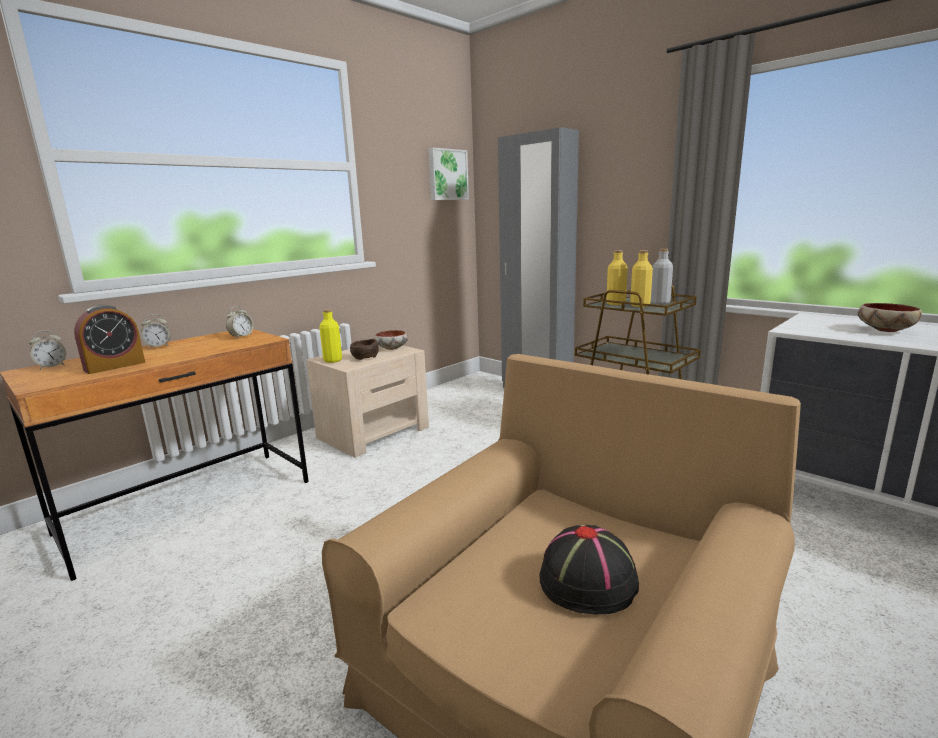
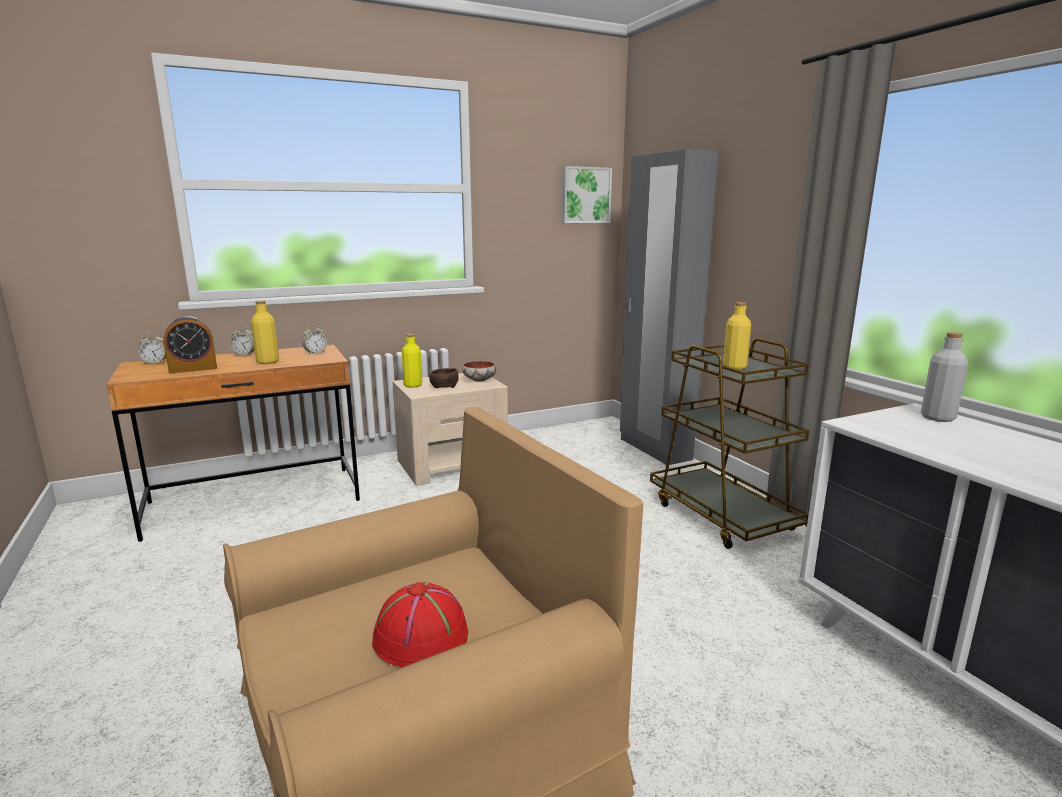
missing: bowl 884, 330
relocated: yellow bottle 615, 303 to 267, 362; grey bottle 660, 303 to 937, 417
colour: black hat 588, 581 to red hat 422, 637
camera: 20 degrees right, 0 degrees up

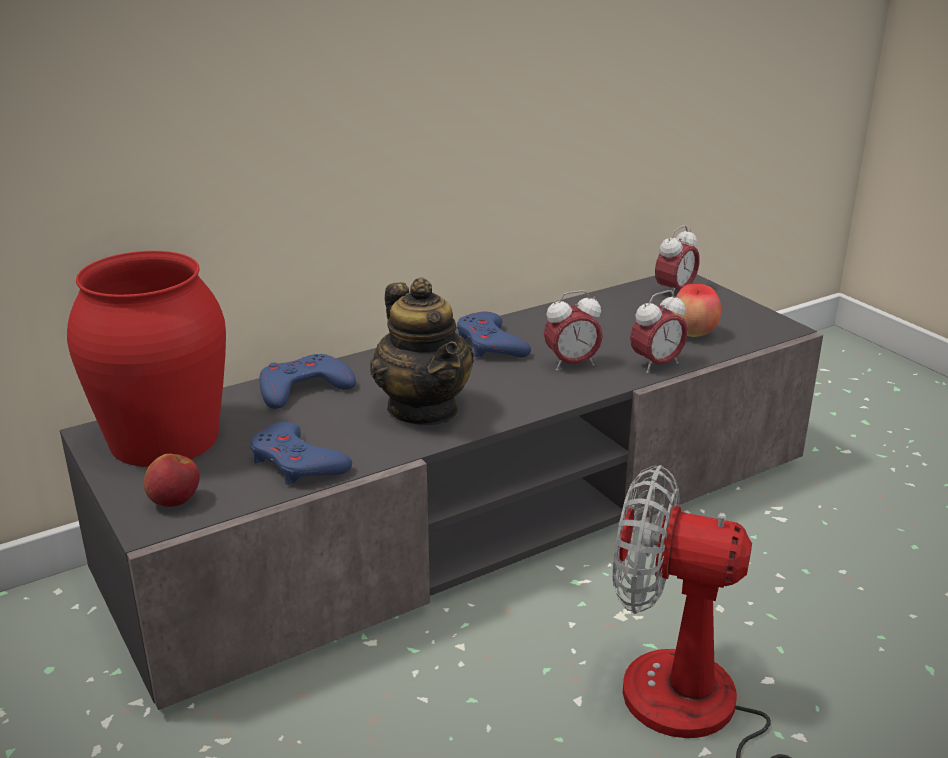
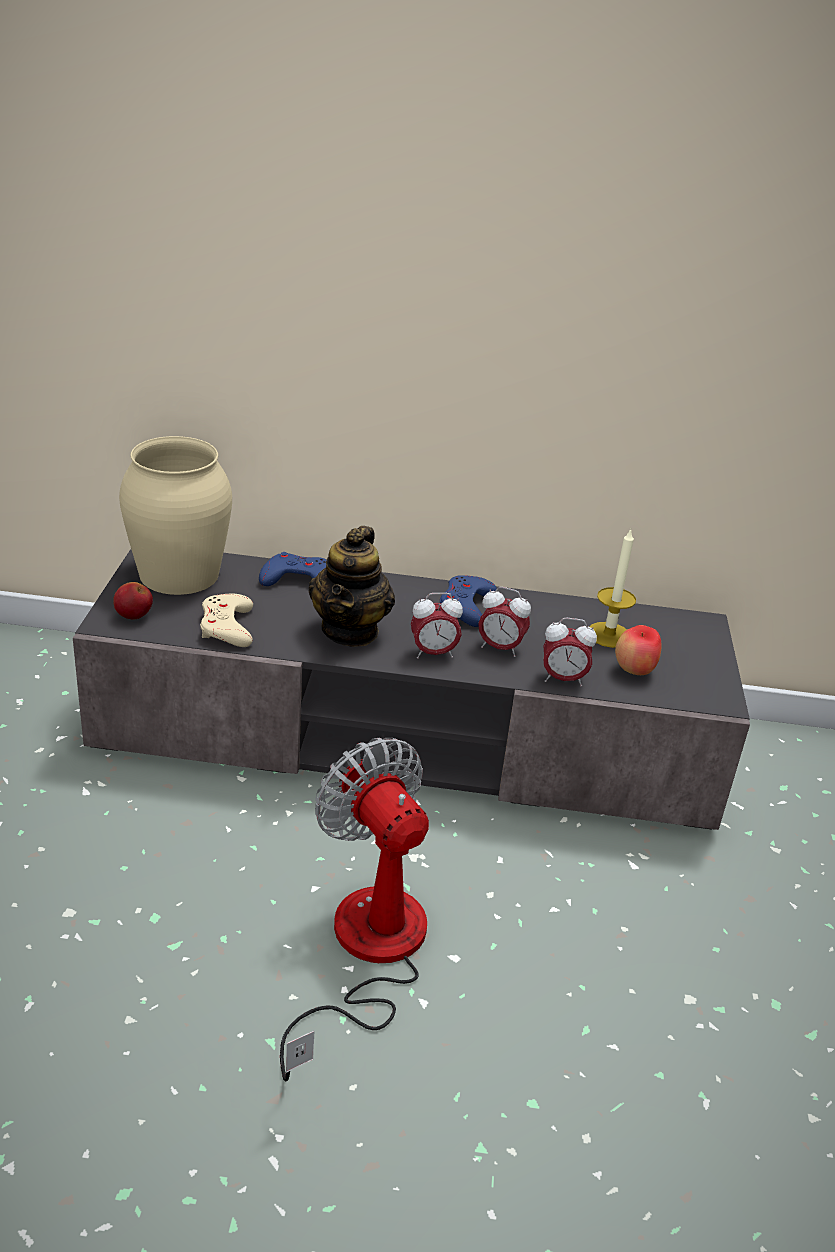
appeared: candle 609, 635
relocated: alarm clock 674, 292 to 433, 653
colour: red vase 164, 437 to beige vase 180, 573; blue game controller 297, 463 to beige game controller 227, 627
camera: 35 degrees right, 5 degrees up

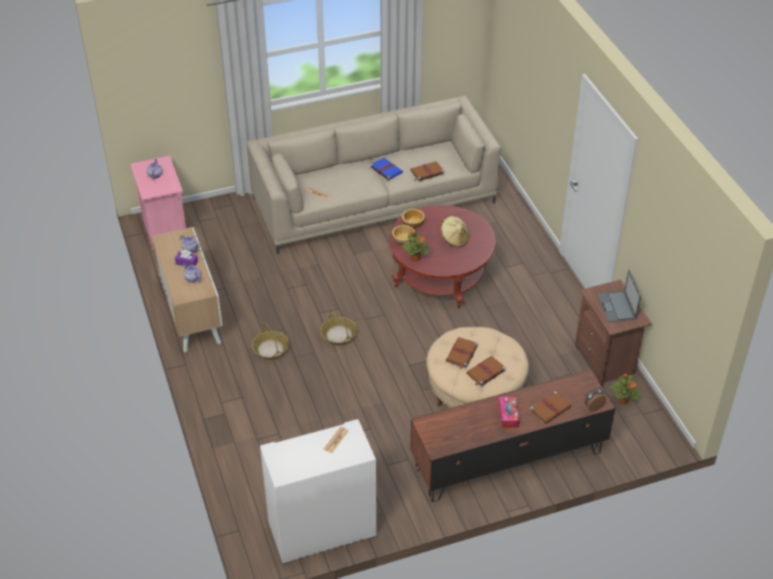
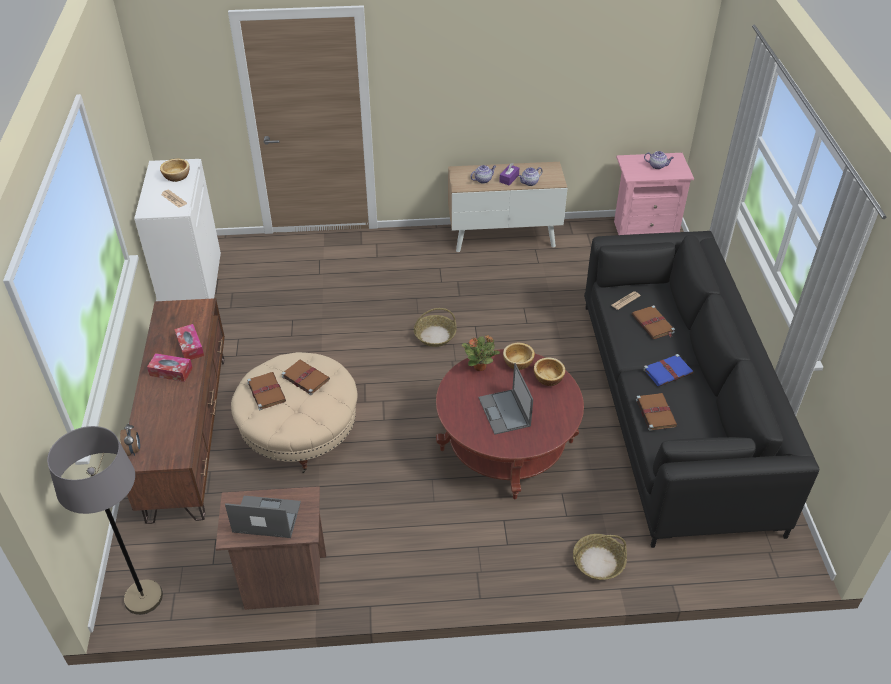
missing: potted plant 623, 400
appeared: grey floor lamp 143, 597; bowl 177, 176; tissue box 190, 346
relocated: basket 271, 349 to 598, 562; brown book 550, 408 to 653, 324
exchanged: beige hat 454, 239 to laptop 504, 412
colour: beige sofa 374, 201 to black sofa 674, 410
camera: 105 degrees right, 0 degrees up

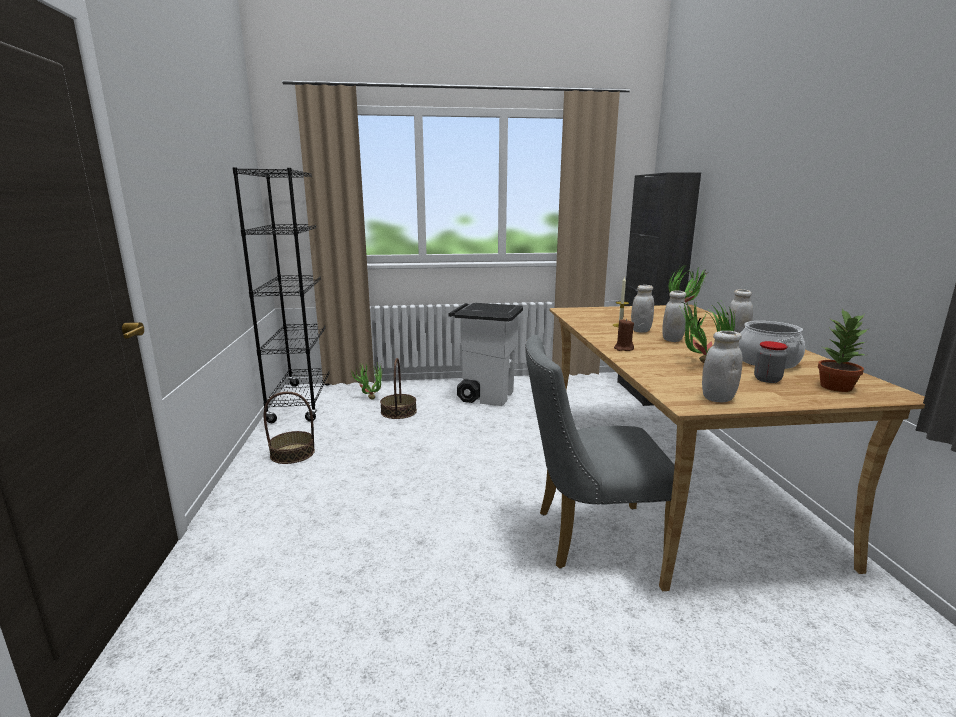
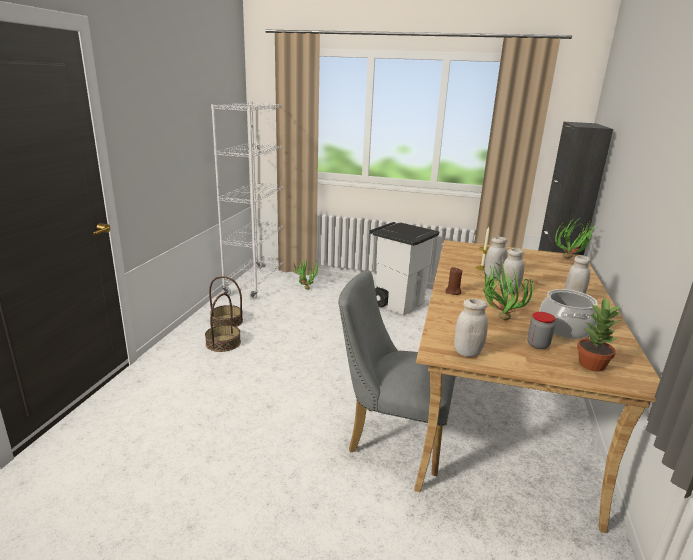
relocated: basket 399, 412 to 223, 343
colour: black bookcase 302, 402 to white bookcase 256, 282
camera: 20 degrees right, 5 degrees up

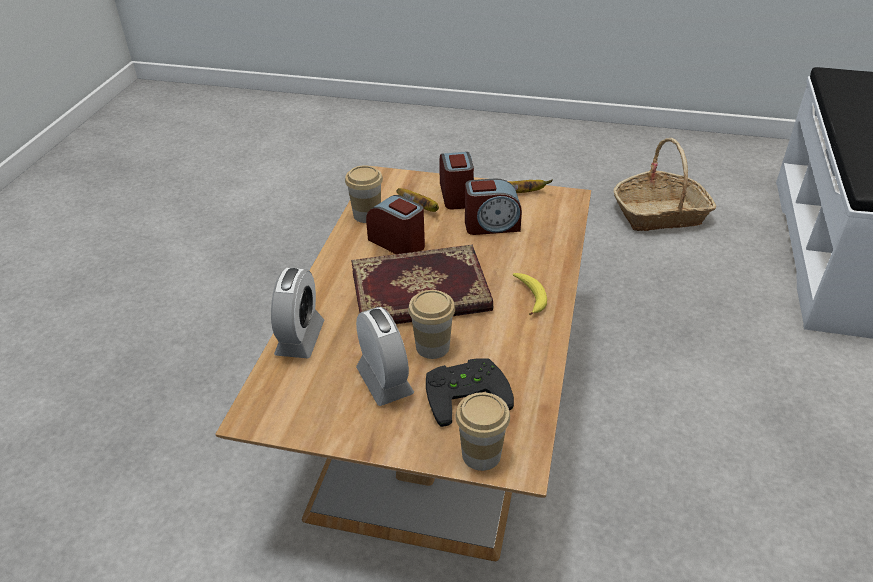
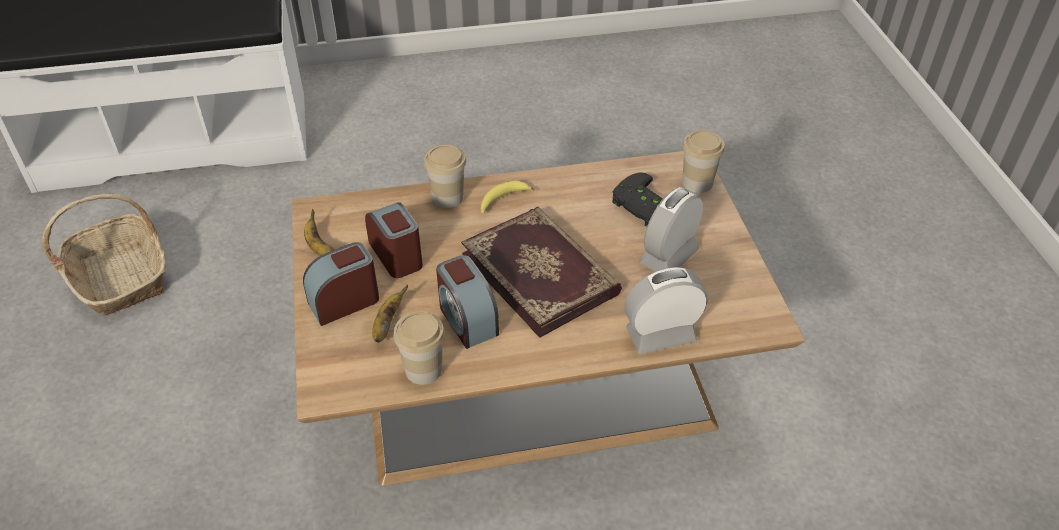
relocated: cup 432, 346 to 447, 198
spun: alarm clock 397, 243 = 467, 320 45 degrees counterclockwise
camera: 115 degrees left, 5 degrees up

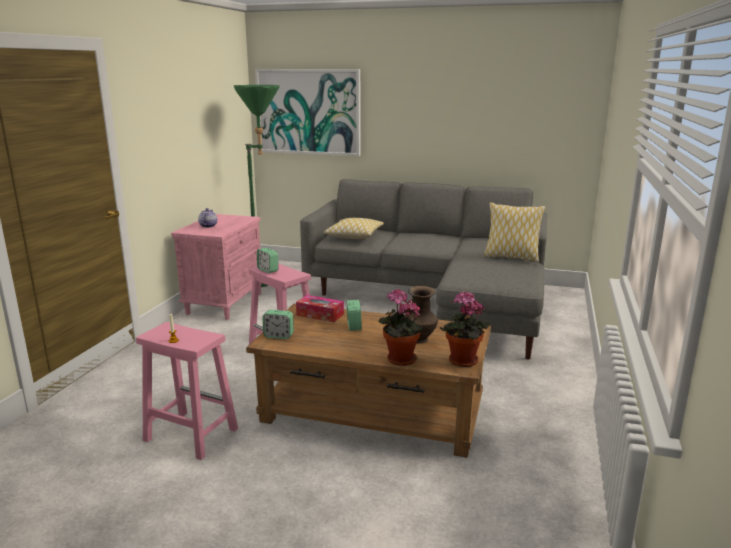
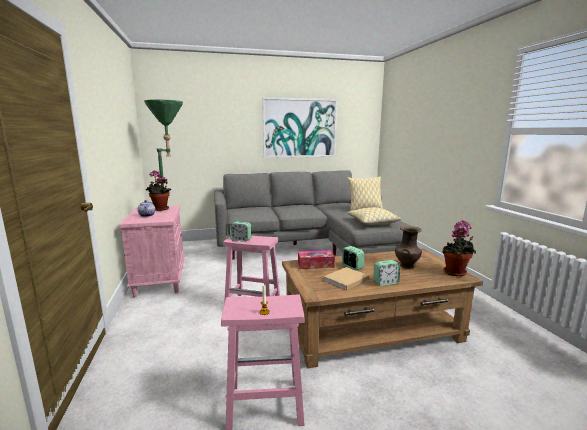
appeared: beige book 345, 280
relocated: picture 308, 112 to 299, 128; alarm clock 278, 336 to 385, 282; pillow 354, 235 to 372, 222; potted plant 399, 360 to 159, 209
camera: 30 degrees left, 5 degrees down

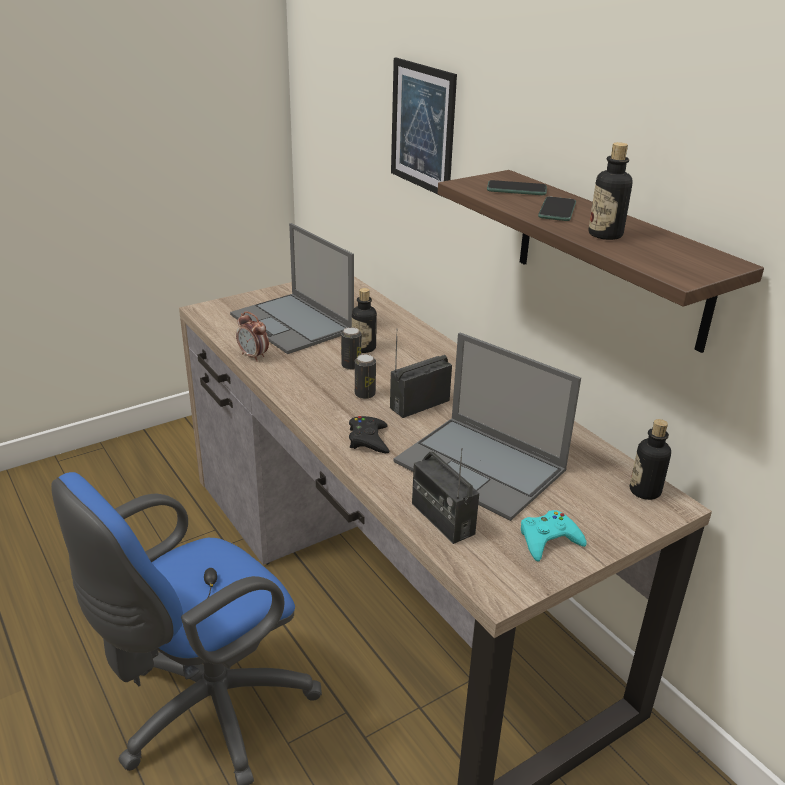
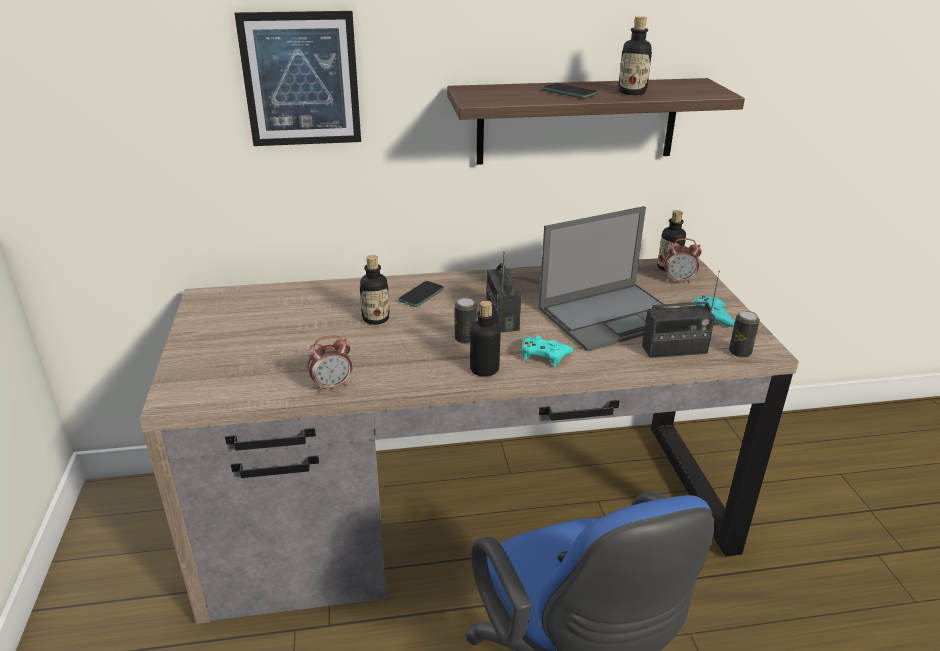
missing: laptop 293, 324
appeared: bottle 484, 369; alarm clock 678, 280
relocated: can 351, 365 to 740, 352; phone 516, 189 to 421, 295
colour: black game controller 368, 439 to turquoise game controller 544, 355
camera: 65 degrees left, 0 degrees up

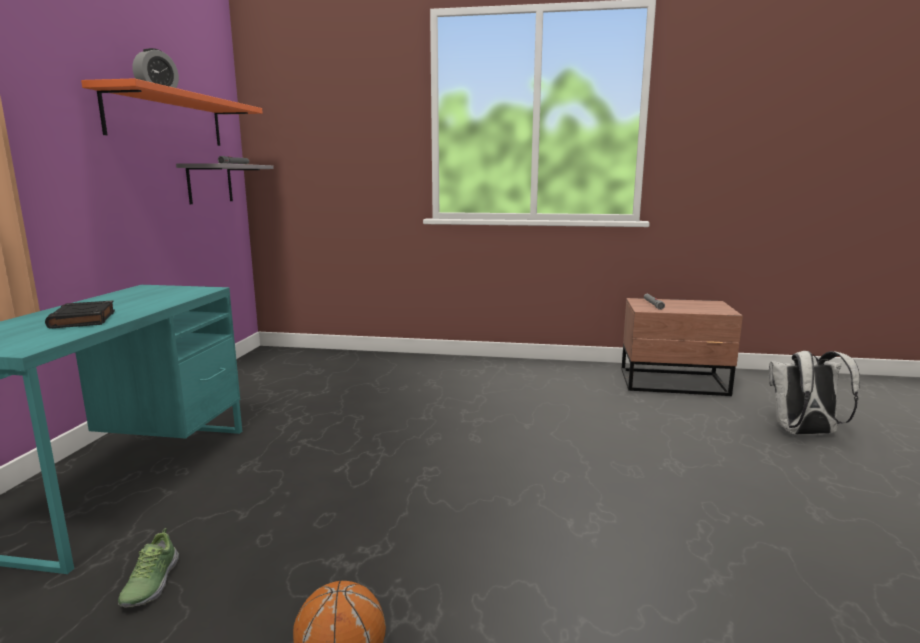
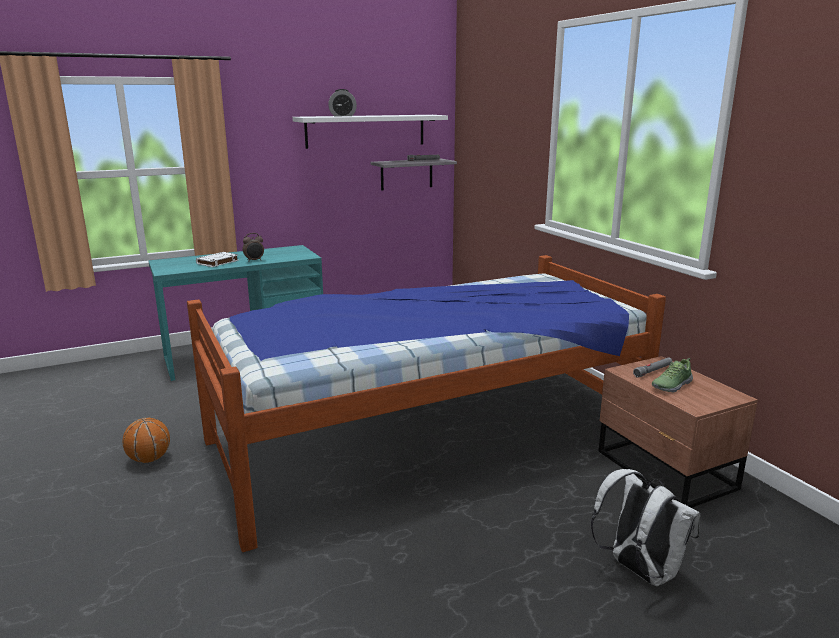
appeared: bed 426, 436; alarm clock 254, 260
relocated: shoe 150, 584 to 671, 385
colour: black book 83, 320 to white book 217, 262; orange shelf 167, 119 to white shelf 366, 131
camera: 55 degrees right, 5 degrees up

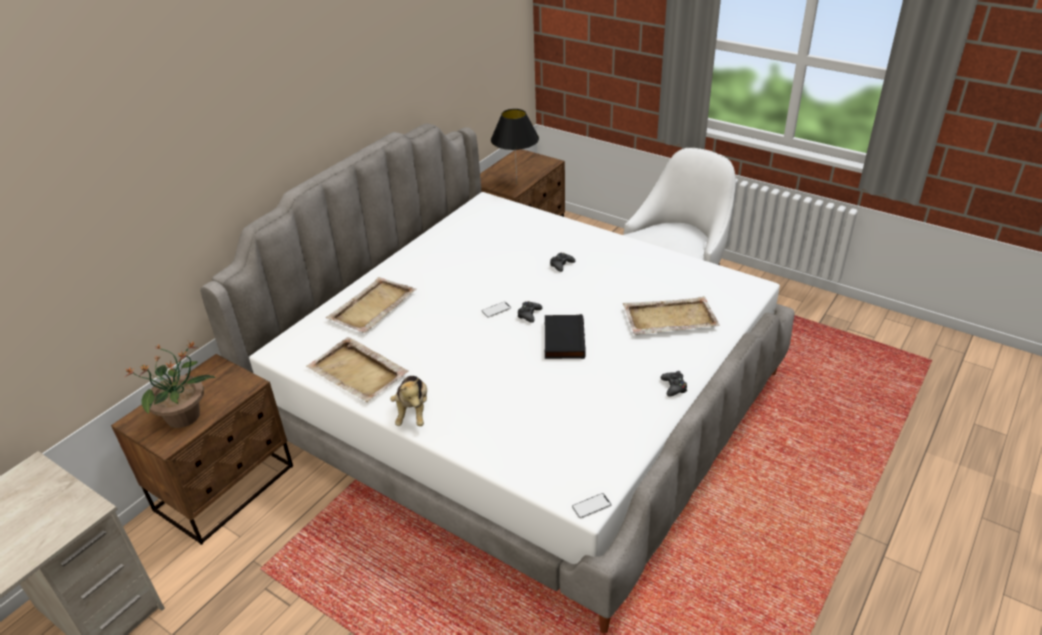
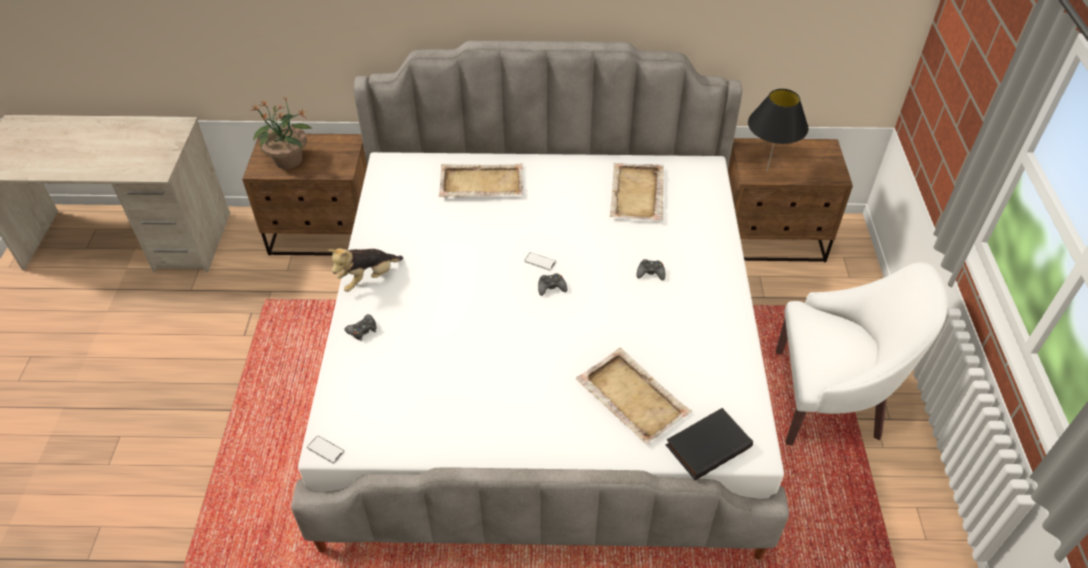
relocated: beige tray 358, 372 to 636, 194; black book 562, 339 to 707, 445; black game controller 674, 387 to 362, 330
camera: 55 degrees right, 10 degrees up

